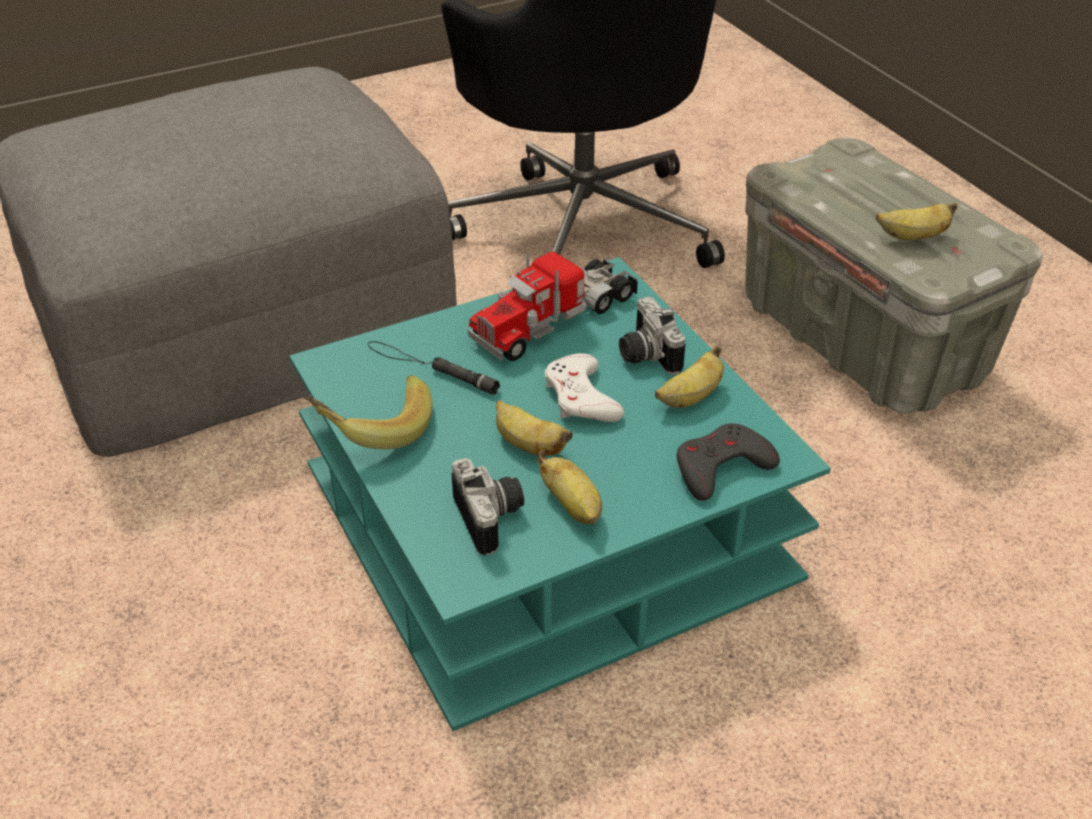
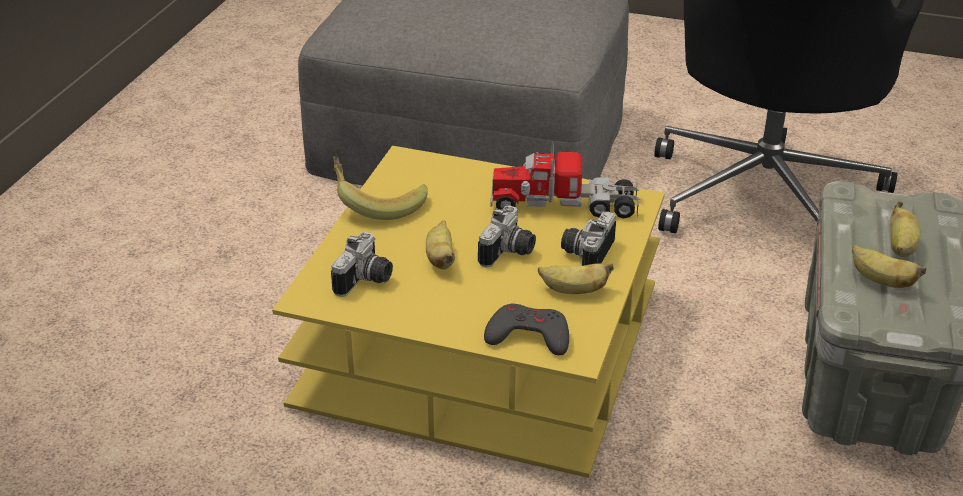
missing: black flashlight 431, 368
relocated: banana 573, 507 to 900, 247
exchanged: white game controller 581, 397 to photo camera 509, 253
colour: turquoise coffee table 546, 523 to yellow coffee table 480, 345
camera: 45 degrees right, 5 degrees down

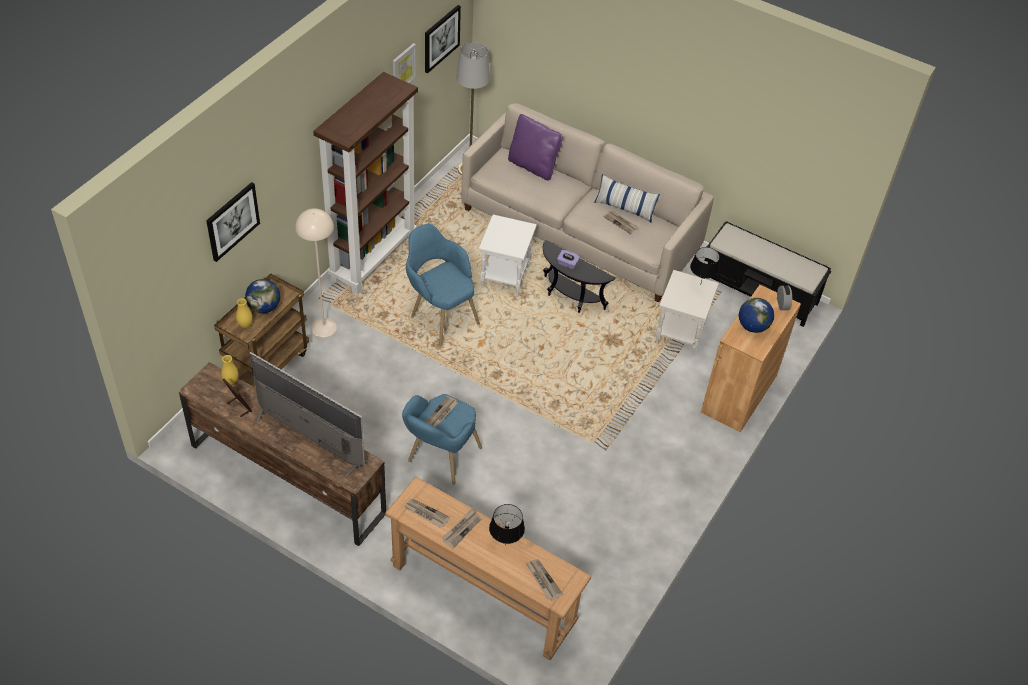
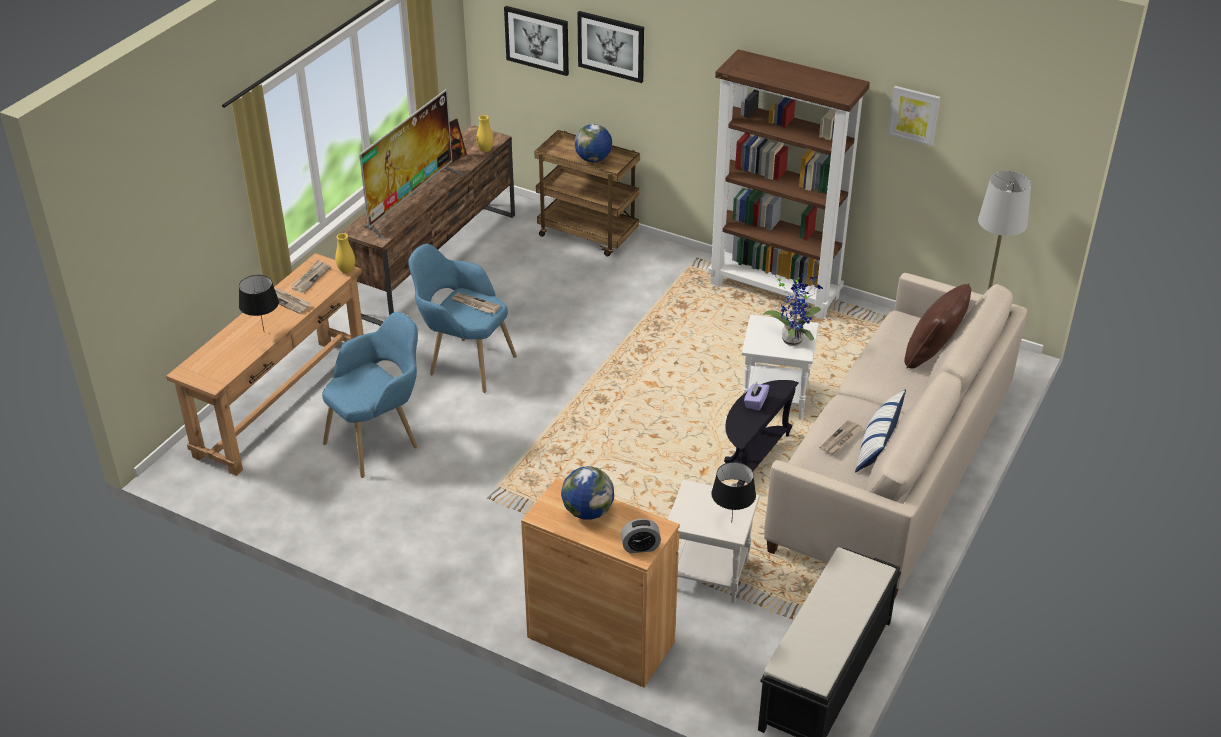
missing: beige floor lamp 323, 327; newspaper 543, 580
appeared: potted plant 793, 338
relocated: yellow vase 245, 325 to 346, 271; blue armchair 440, 315 to 380, 440; picture 441, 38 to 537, 40
colour: purple pillow 533, 166 to brown pillow 932, 354
camera: 90 degrees right, 10 degrees down

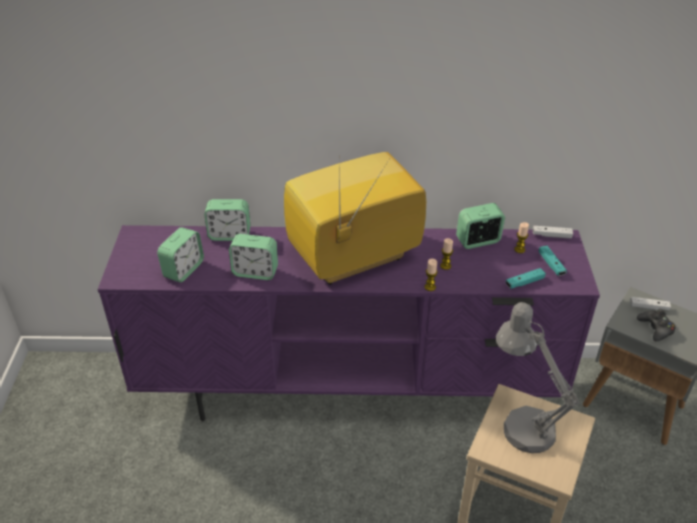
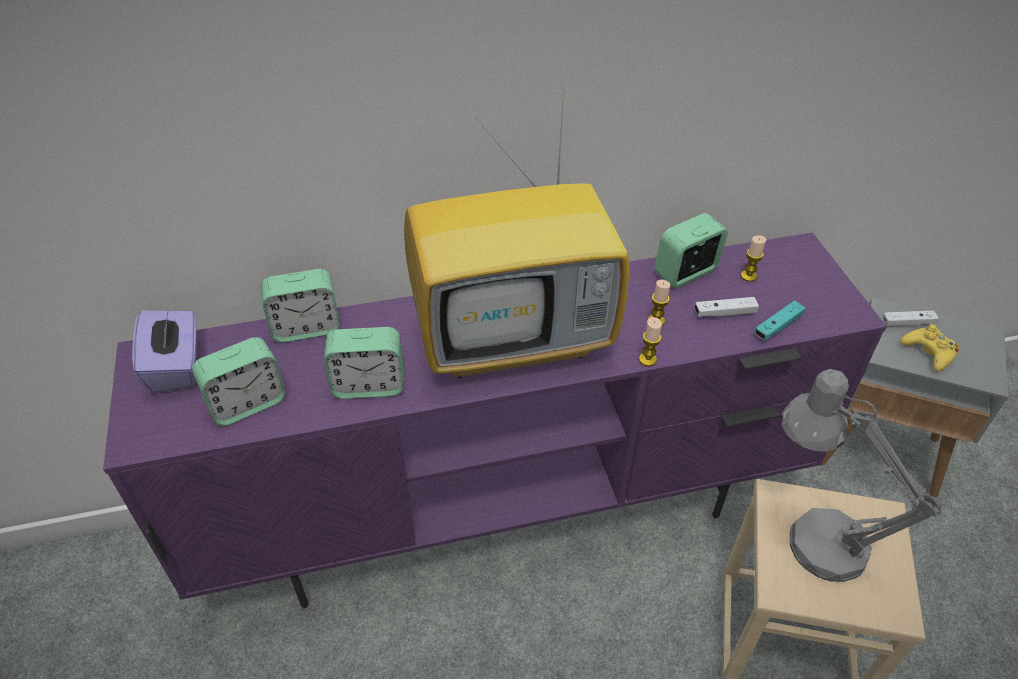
missing: turquoise game controller 551, 264
appeared: purple tissue box 176, 366
relocated: white game controller 551, 235 to 724, 313
colour: black game controller 655, 328 to yellow game controller 929, 352
spun: alarm clock 183, 269 = 247, 403 45 degrees clockwise; television 353, 260 = 516, 337 150 degrees counterclockwise
camera: 15 degrees left, 5 degrees up

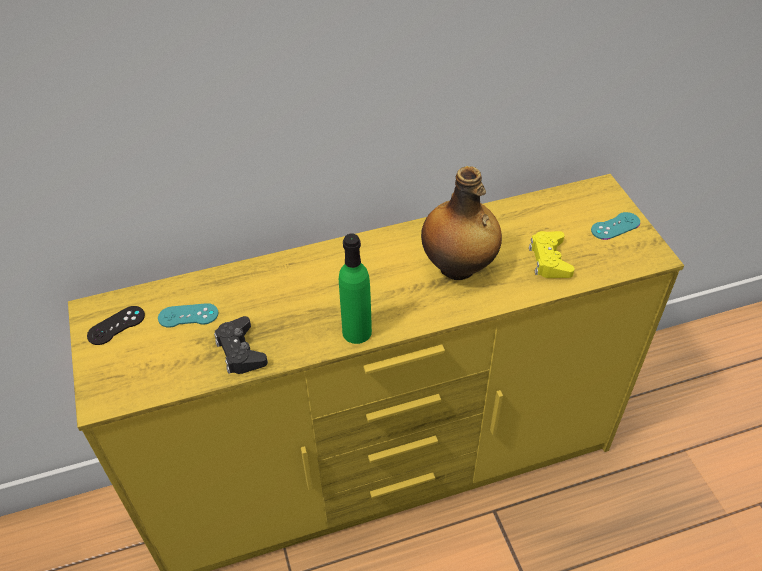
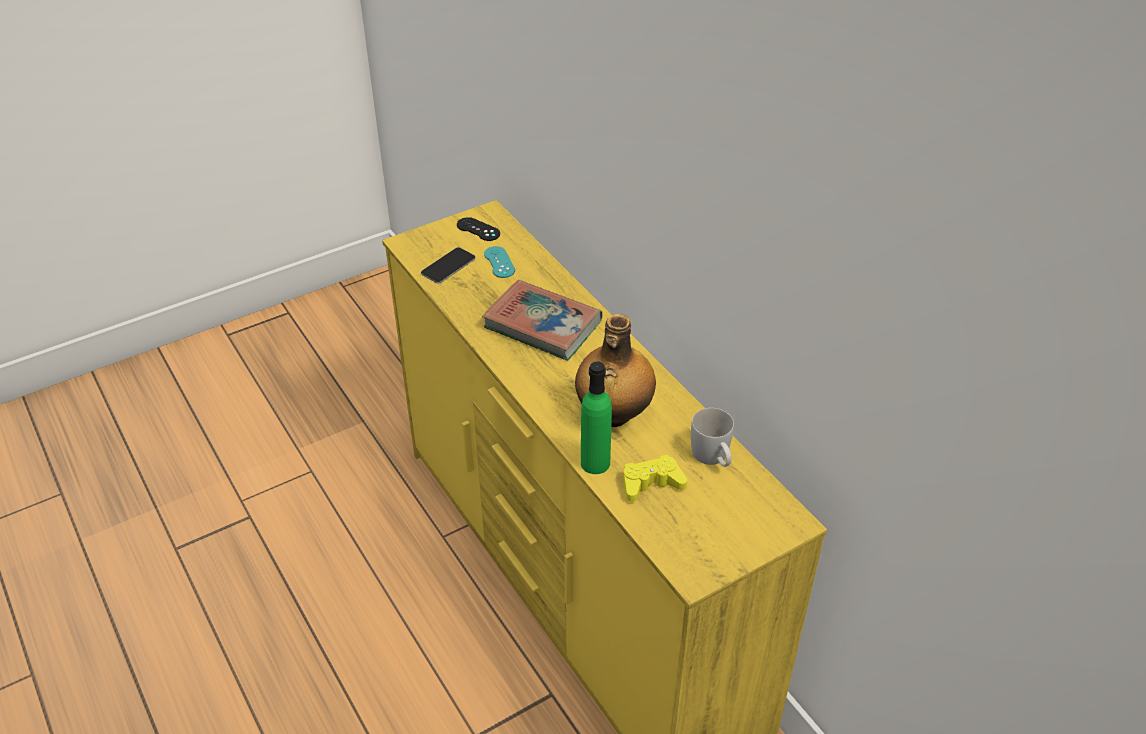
missing: black game controller 240, 351; turquoise game controller 615, 226
appeared: phone 448, 266; book 542, 325; white mug 713, 458
relocated: green bottle 357, 332 to 595, 463
camera: 75 degrees right, 5 degrees down

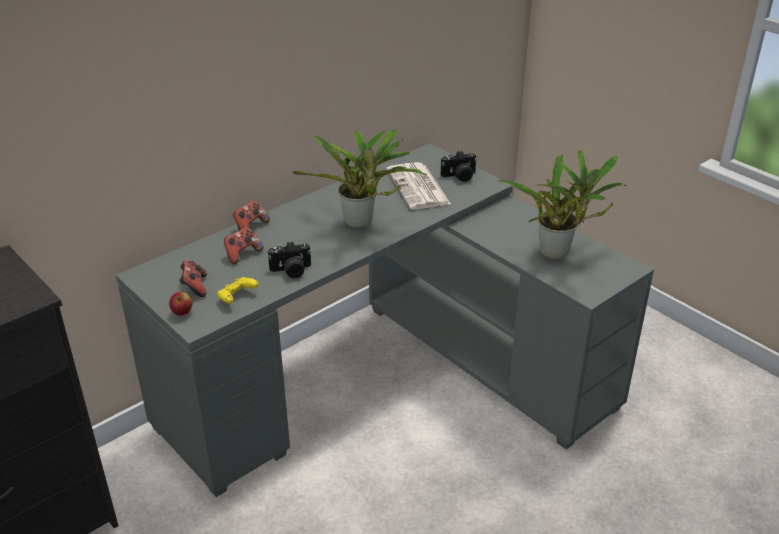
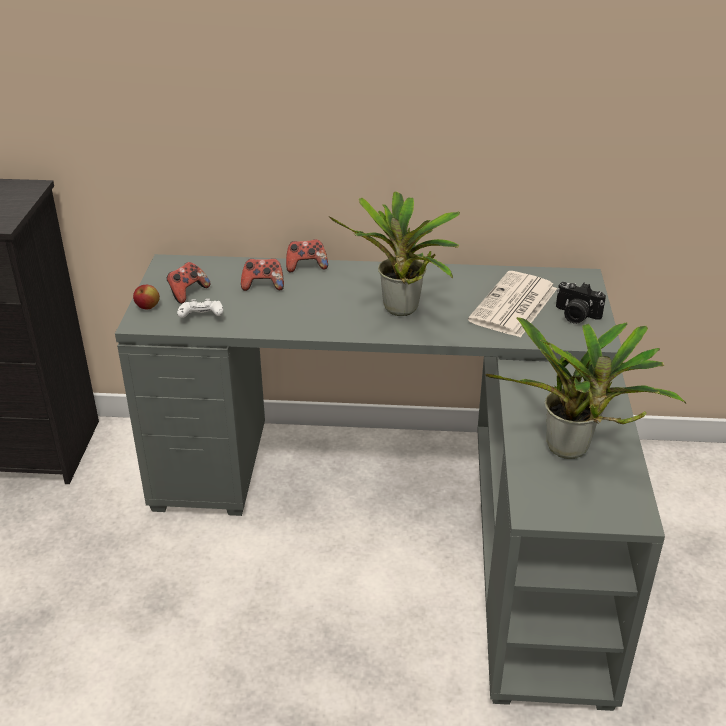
missing: photo camera 291, 271
colour: yellow game controller 237, 298 to white game controller 201, 318
camera: 45 degrees right, 0 degrees up

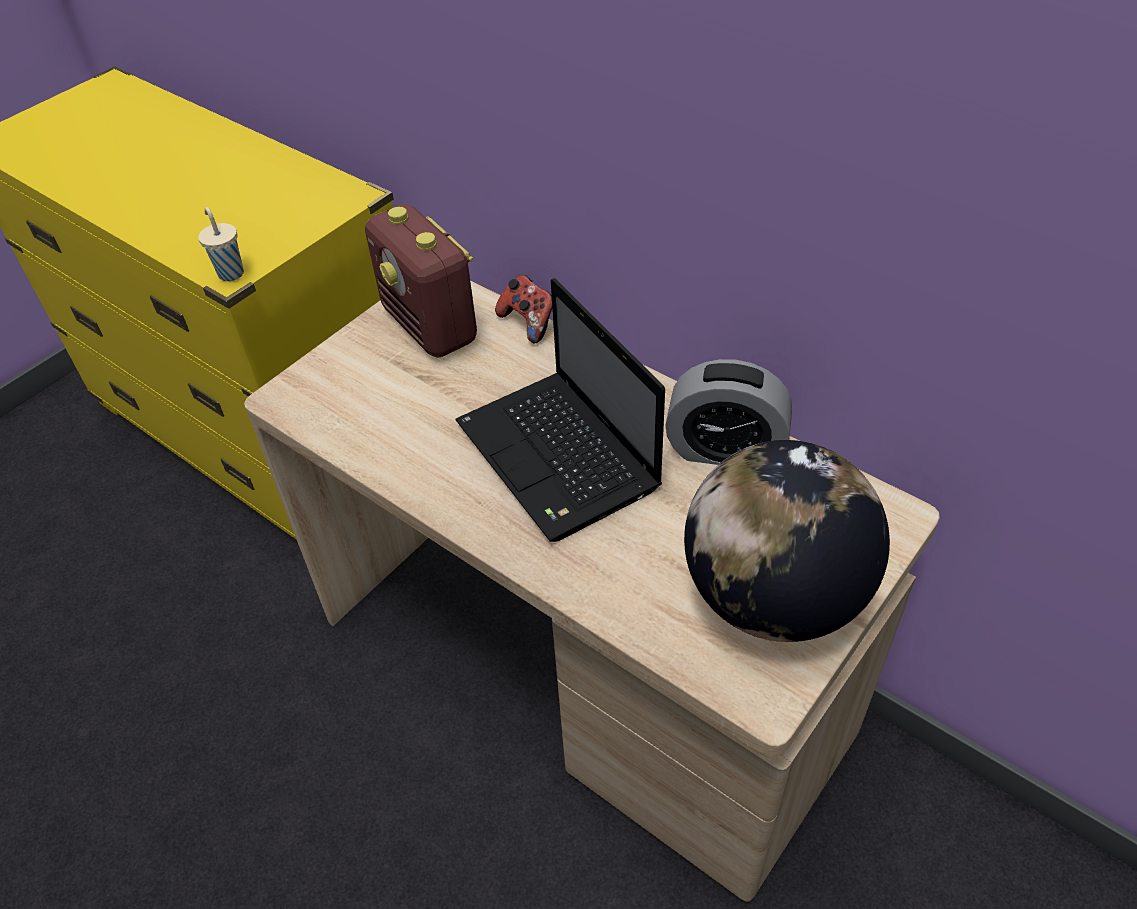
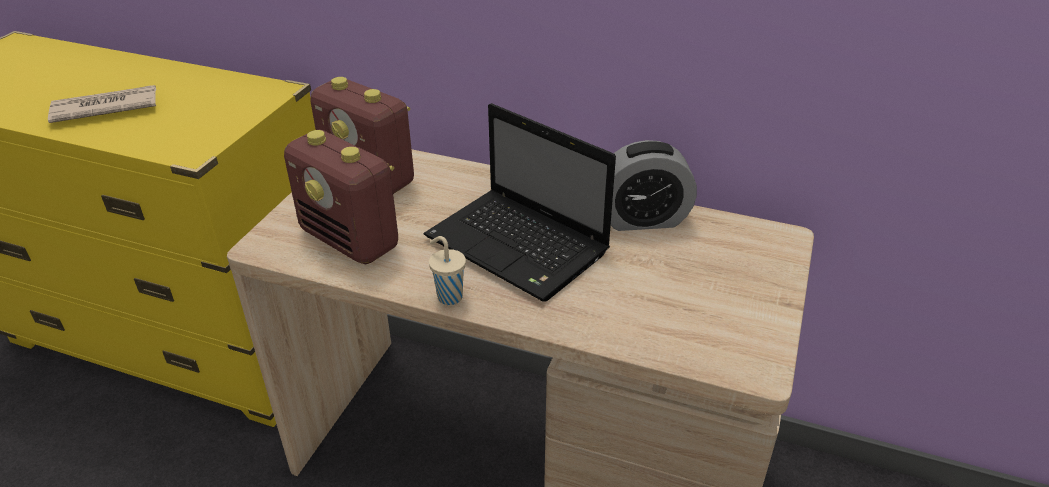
missing: game controller 529, 322; globe 773, 597
appeared: newspaper 104, 108; radio 351, 240
relocated: beige cup 230, 273 to 448, 296
camera: 20 degrees left, 10 degrees down

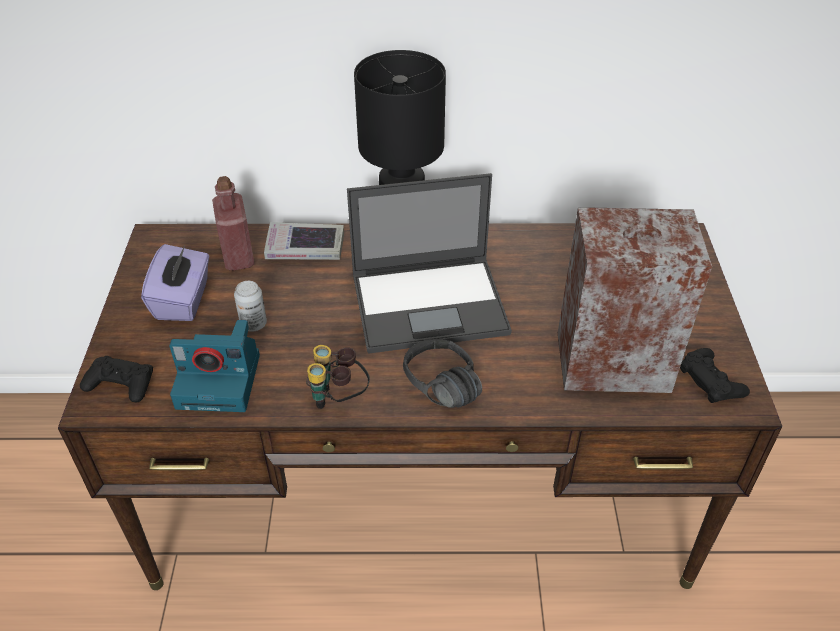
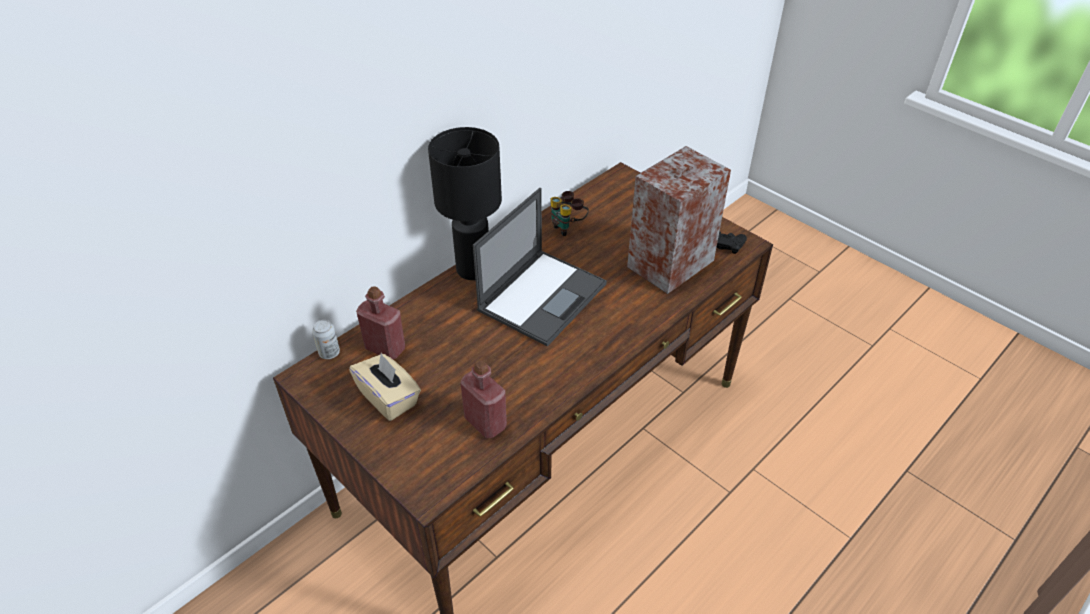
missing: black game controller 120, 383; book 305, 247; black headphones 432, 391
relocated: can 253, 324 to 329, 353; binoculars 339, 399 to 568, 227
exchanged: photo camera 221, 380 to red bottle 485, 422
colour: purple tissue box 183, 300 to beige tissue box 389, 398
camera: 45 degrees left, 0 degrees up

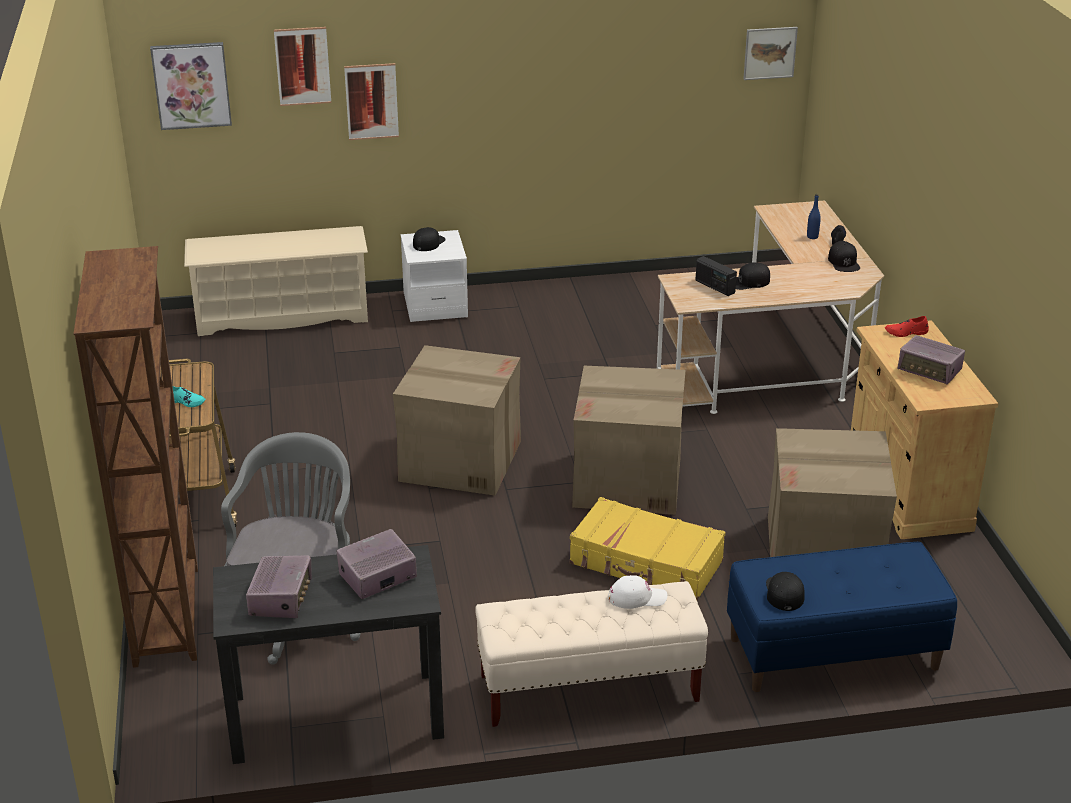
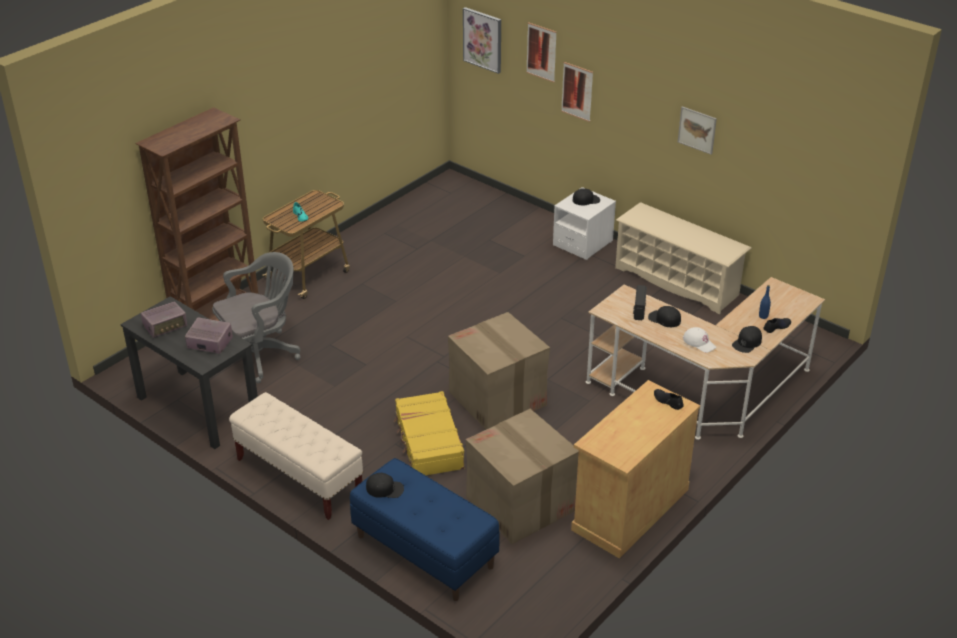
missing: cardboard box 459, 460; radio 929, 370
relocated: beige shoe rack 282, 316 to 677, 281; white cap 637, 597 to 699, 342; picture 770, 53 to 697, 130
colour: red shoe 906, 332 to black shoe 667, 401
spun: black cap 784, 593 = 385, 489 45 degrees clockwise
camera: 50 degrees right, 5 degrees up

